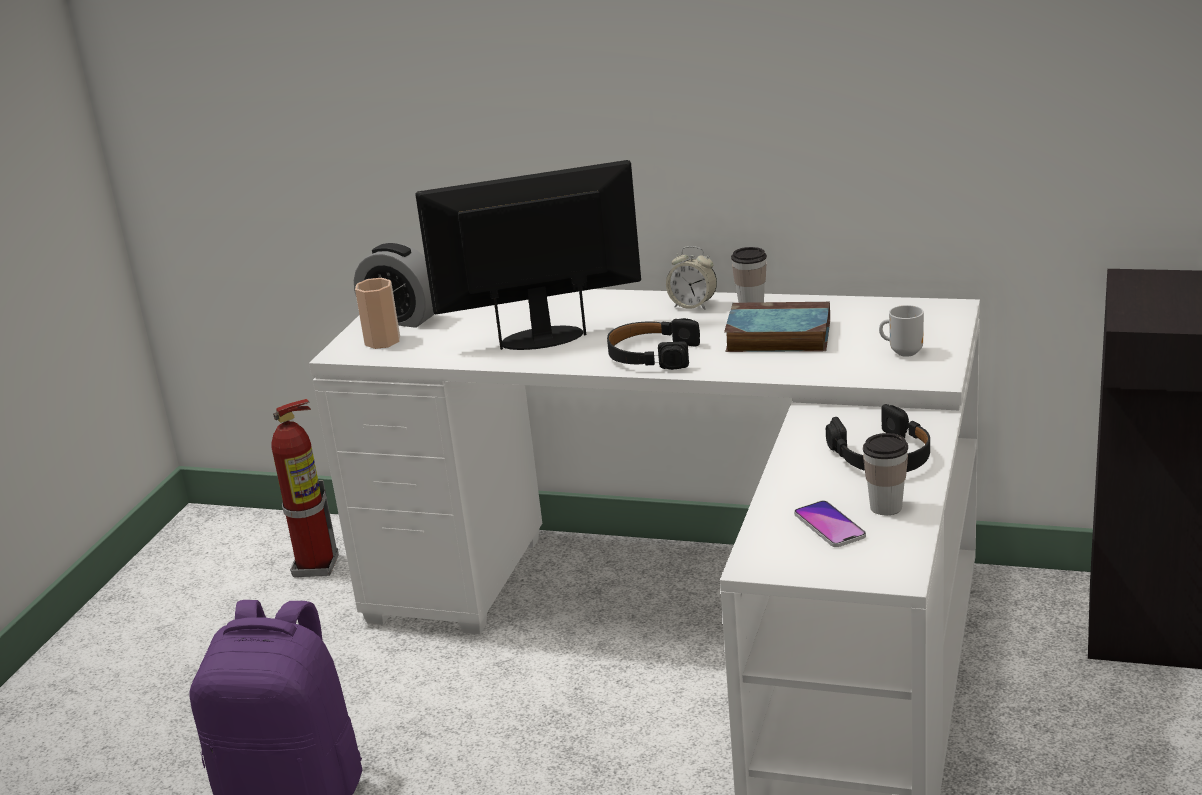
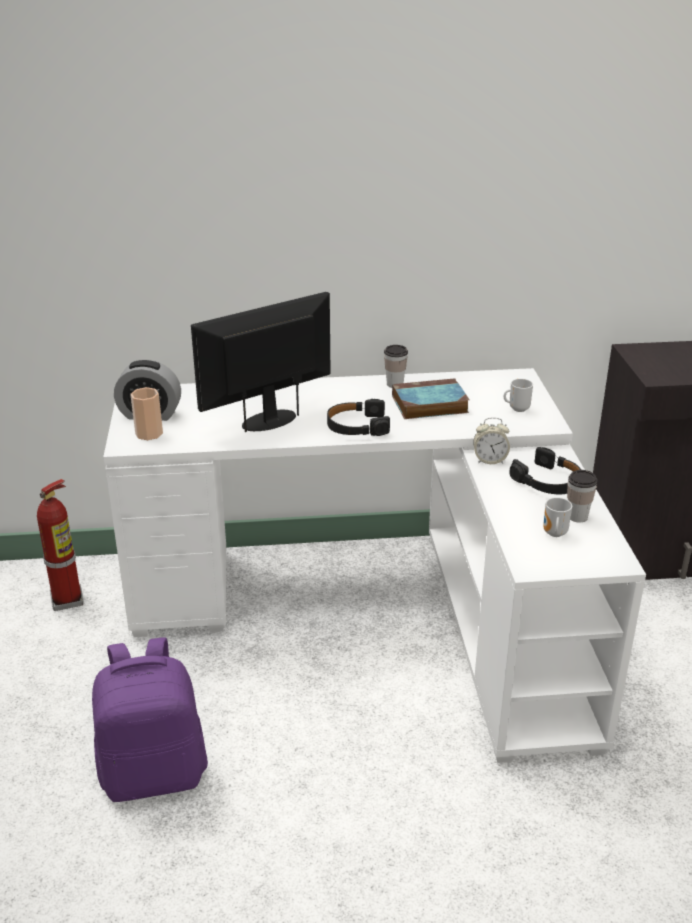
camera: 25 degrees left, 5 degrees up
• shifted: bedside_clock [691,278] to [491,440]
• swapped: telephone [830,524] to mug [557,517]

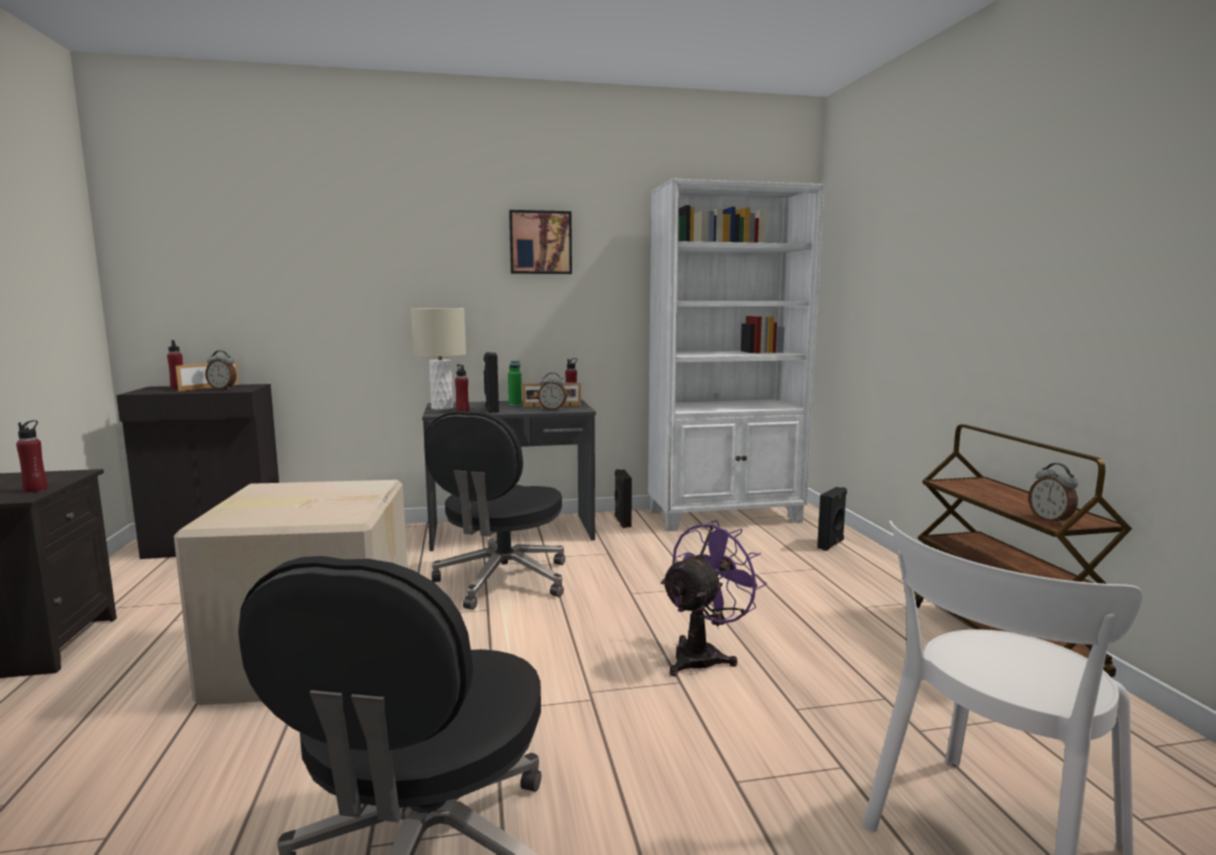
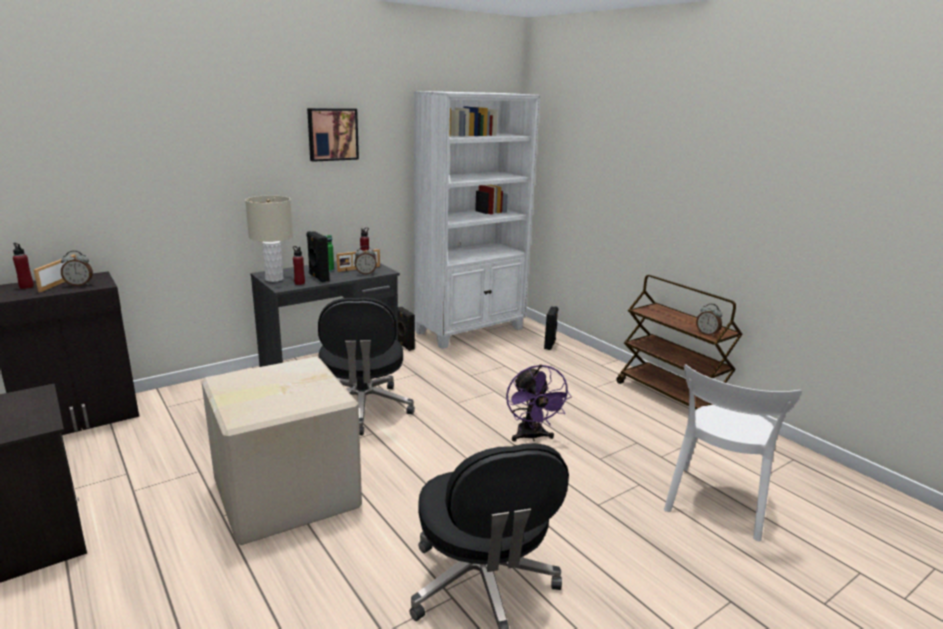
camera: 25 degrees left, 10 degrees up
• gone: reddish_beverage_bottle [32,456]
• rotated: purplish_fan [714,598] = [539,403] 150 degrees clockwise

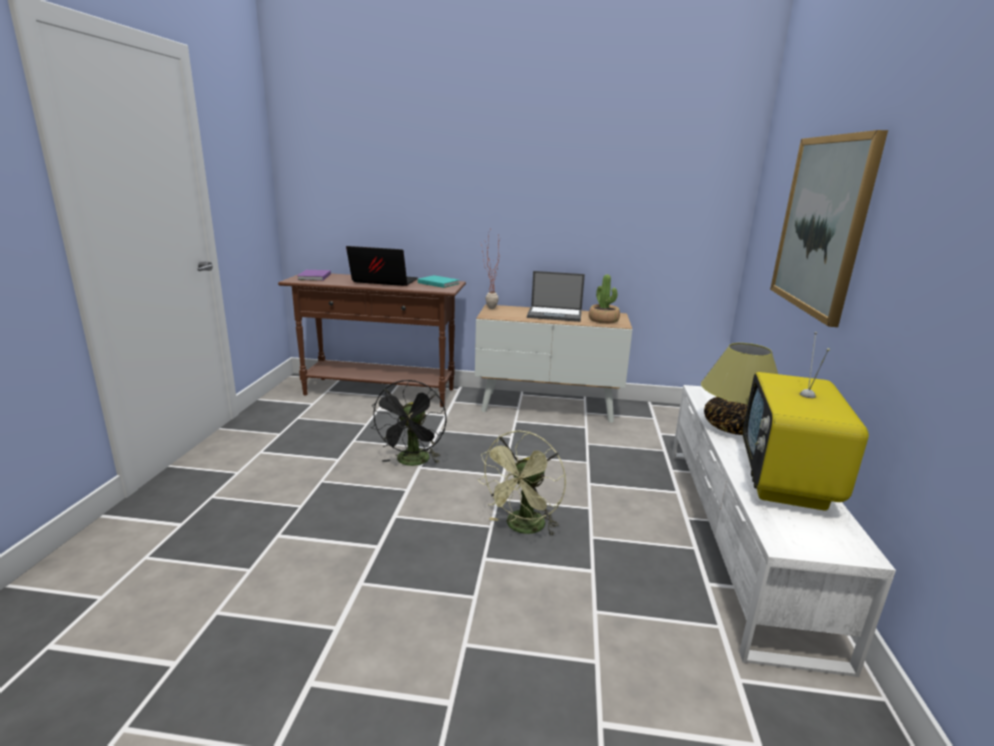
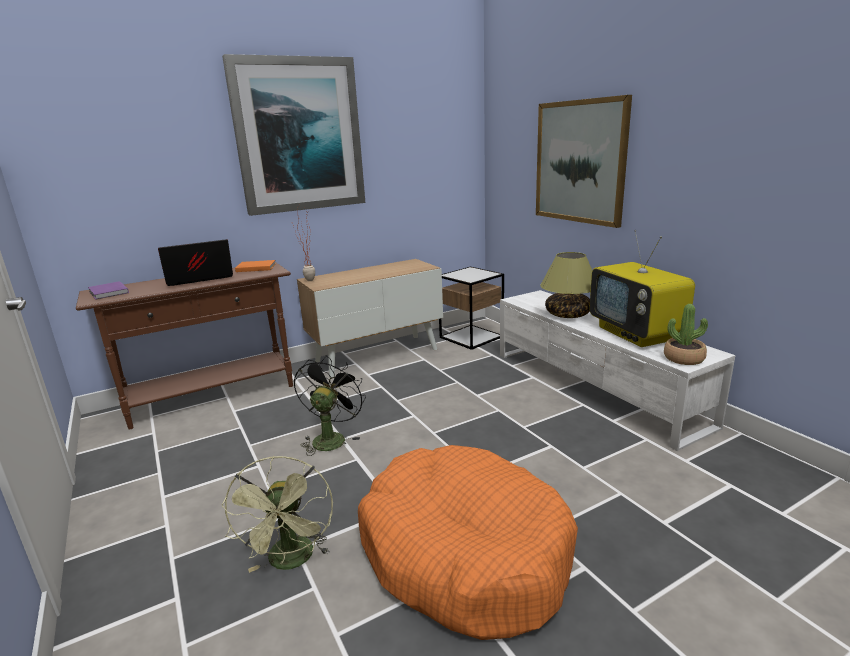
camera: 35 degrees left, 0 degrees up
• gone: laptop [556,296]
• shifted: houseplant [604,299] to [686,334]
• repainted: turquoise_book [438,281] to orange-coloured_book [255,266]
• rotated: black_fan [408,423] = [330,405] 135 degrees counterclockwise
• shifted: greenish_fan [521,483] to [277,514]
• new: wall_picture [293,135]
• new: accent_table [471,308]
• new: orange-coloured_dog_cushion [468,542]

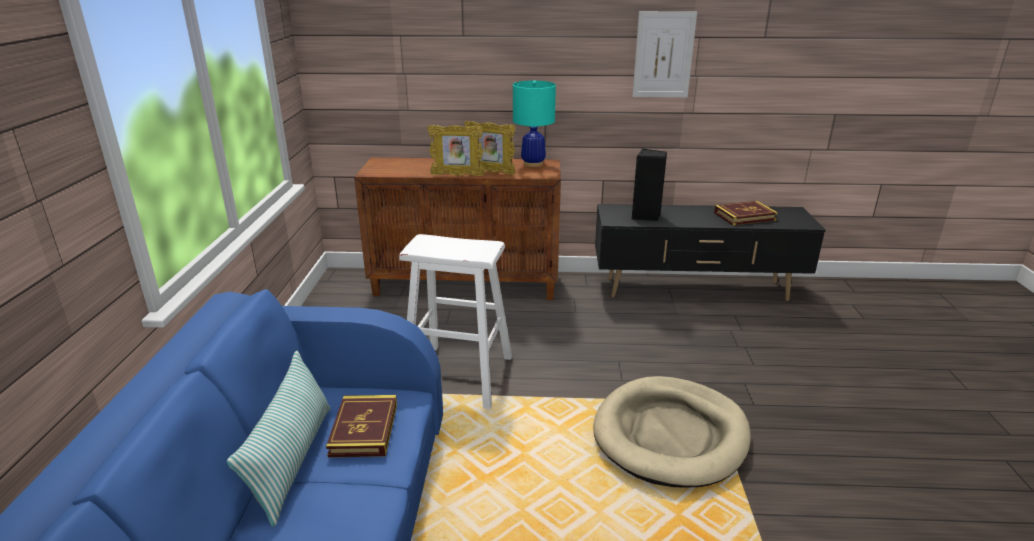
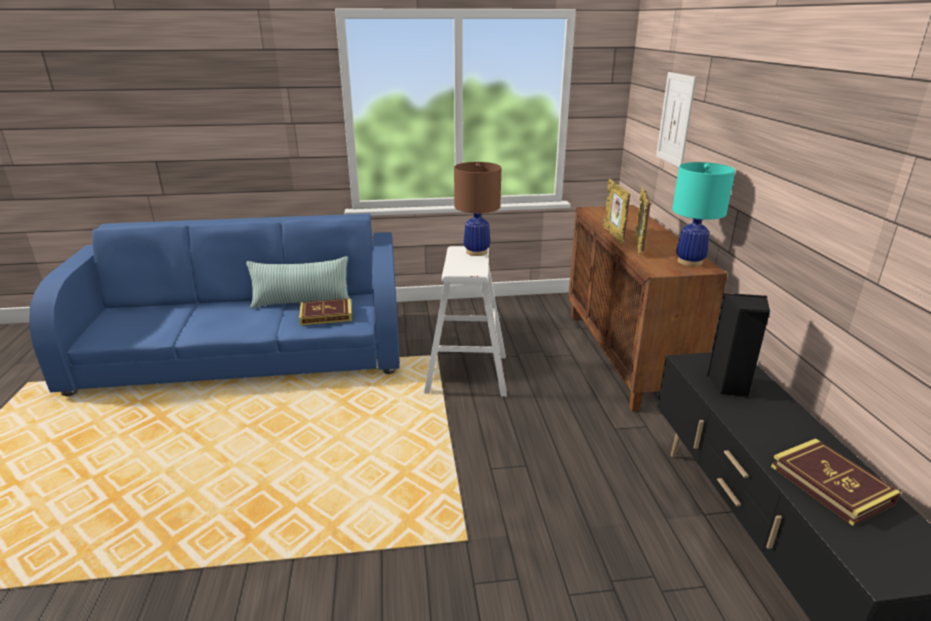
camera: 80 degrees right, 0 degrees up
• shifted: wall_picture [664,54] to [676,119]
• gone: beige_dog_cushion [671,432]
• new: brown_lamp_for_a_table [477,209]

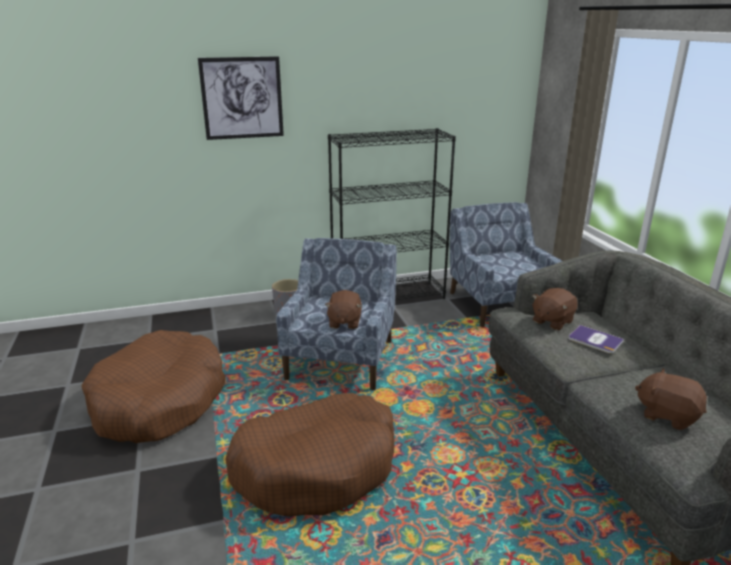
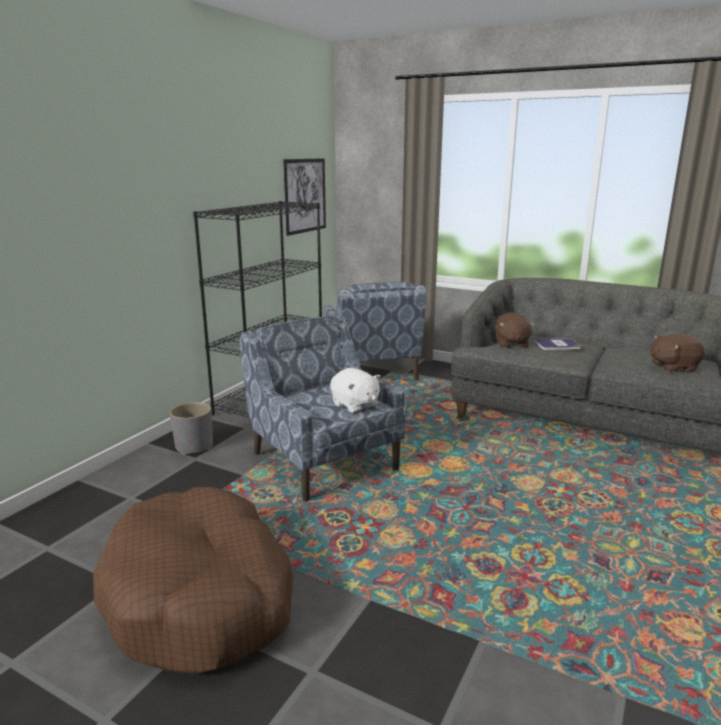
camera: 45 degrees left, 5 degrees down
• shifted: wall_picture [241,98] to [304,197]
• rotated: blue_armchair [506,264] = [375,331] 135 degrees counterclockwise
• repainted: brown_cuddly_toy [343,309] to white_cuddly_toy [355,390]
• gone: brown_dog_cushion [309,455]

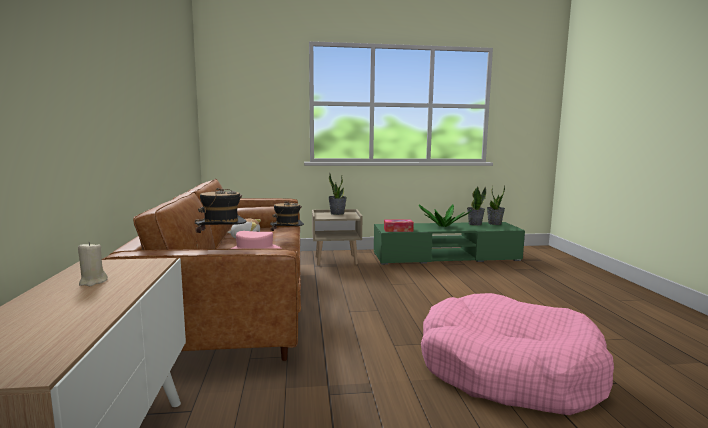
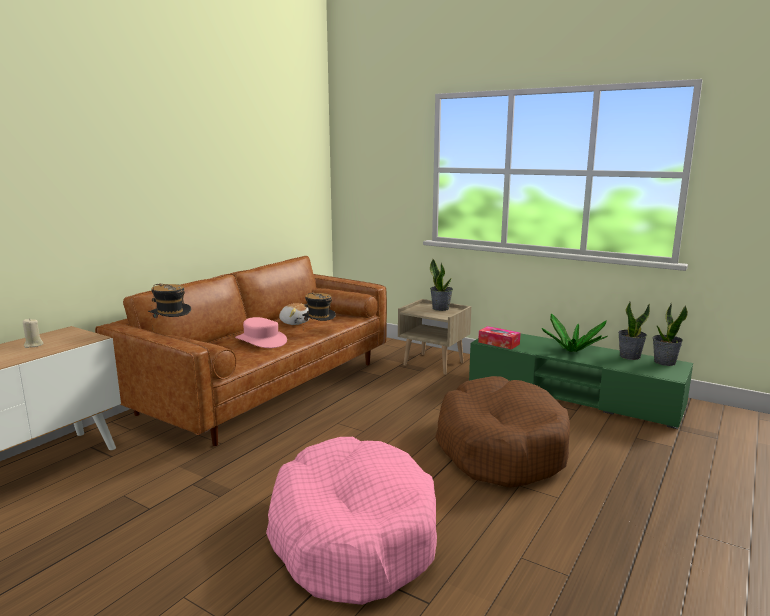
camera: 40 degrees right, 5 degrees up
• new: brown_dog_cushion [502,432]

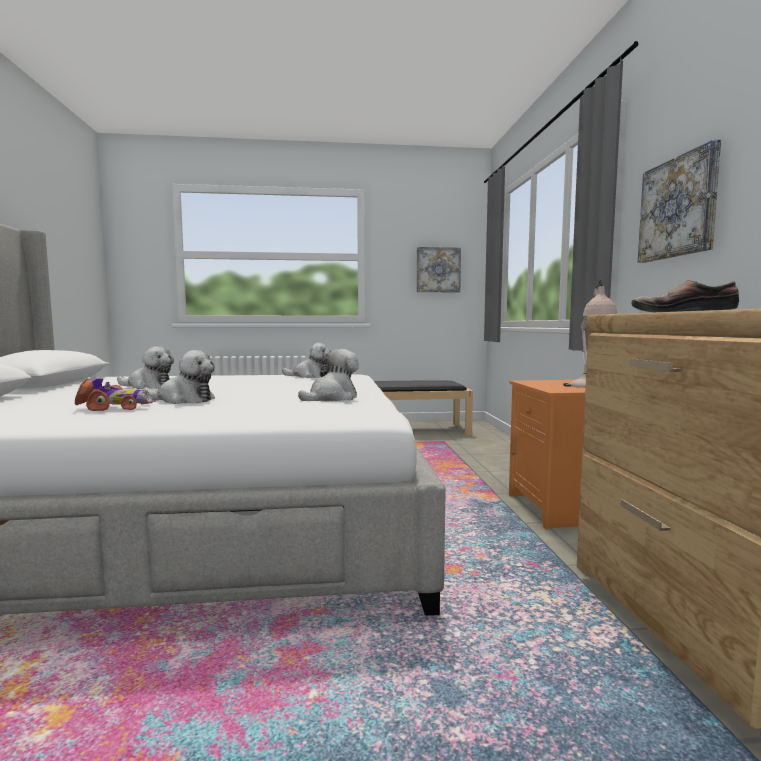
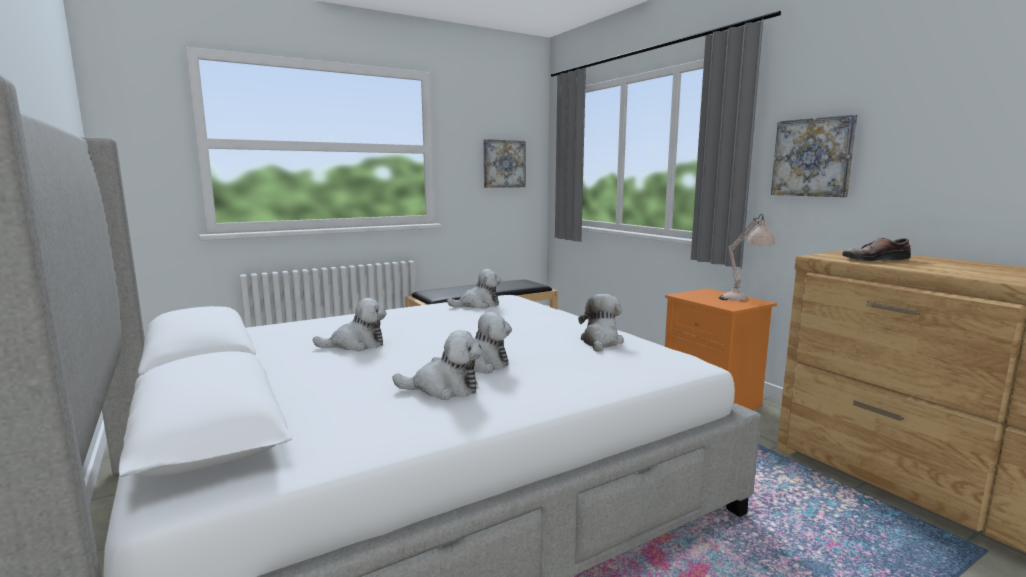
camera: 25 degrees left, 5 degrees up
• swapped: model_car [115,395] to cuddly_toy [437,365]

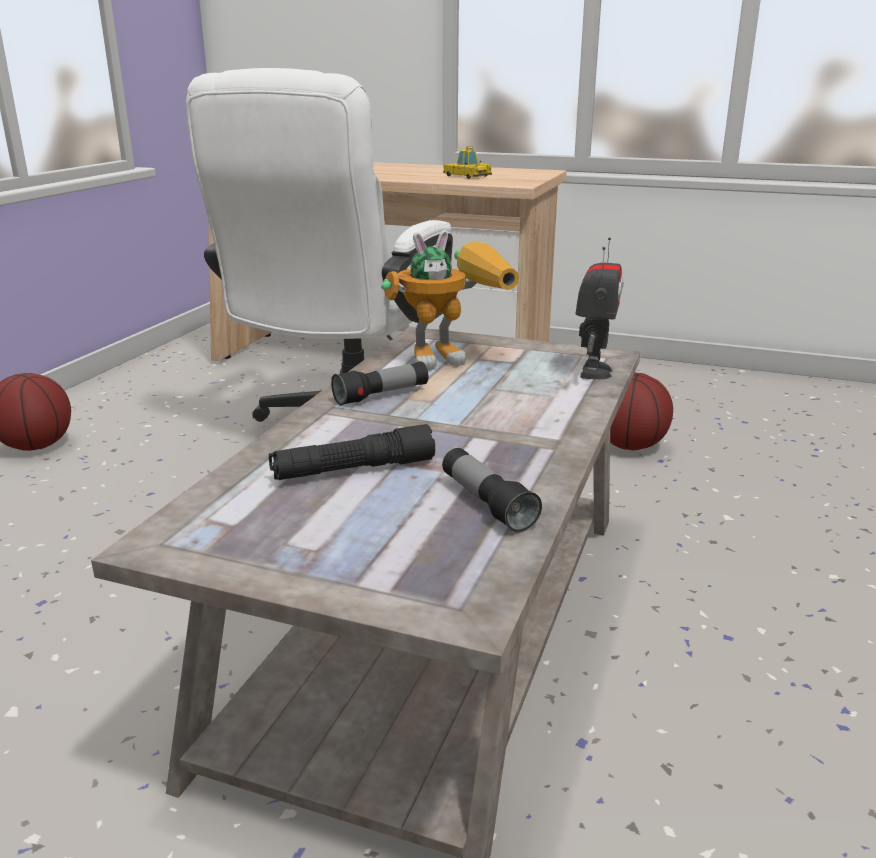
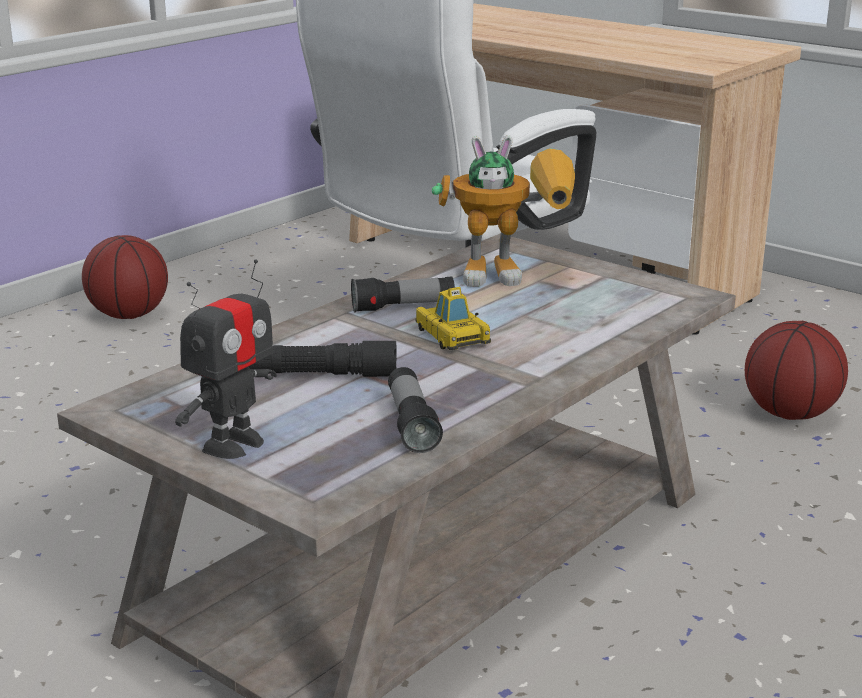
camera: 20 degrees right, 0 degrees up
• shifted: model_car [467,162] to [453,318]
• shifted: model_robot [599,308] to [226,359]

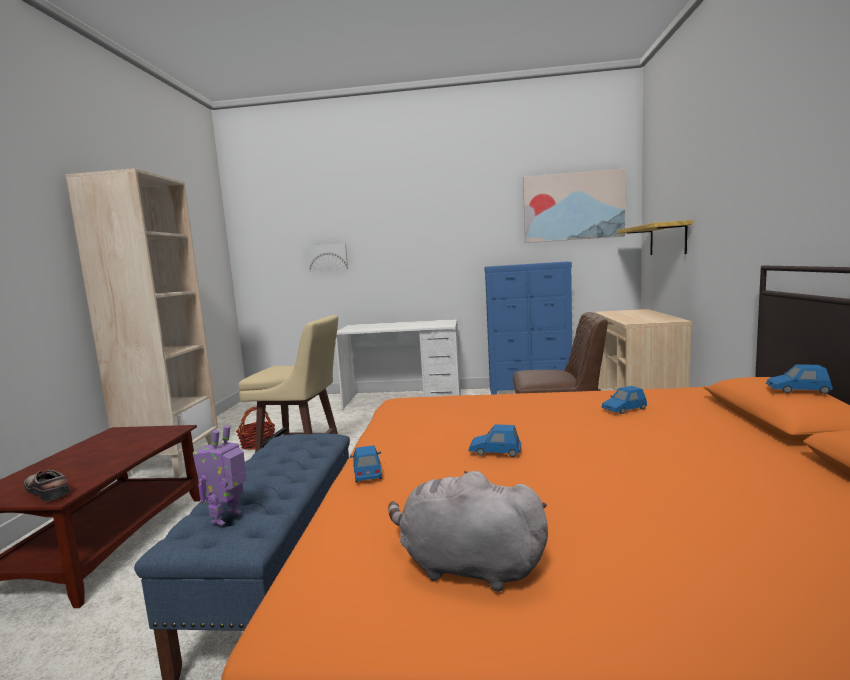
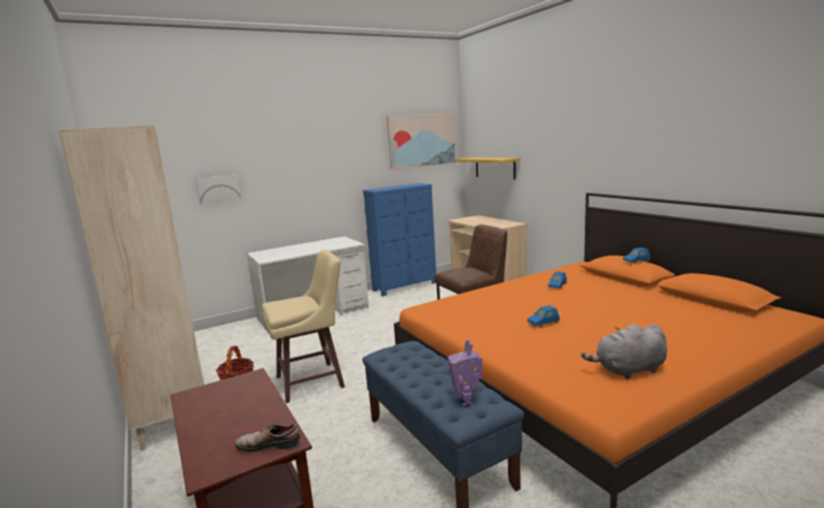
camera: 35 degrees left, 5 degrees up
• gone: blue_model_car [366,463]

